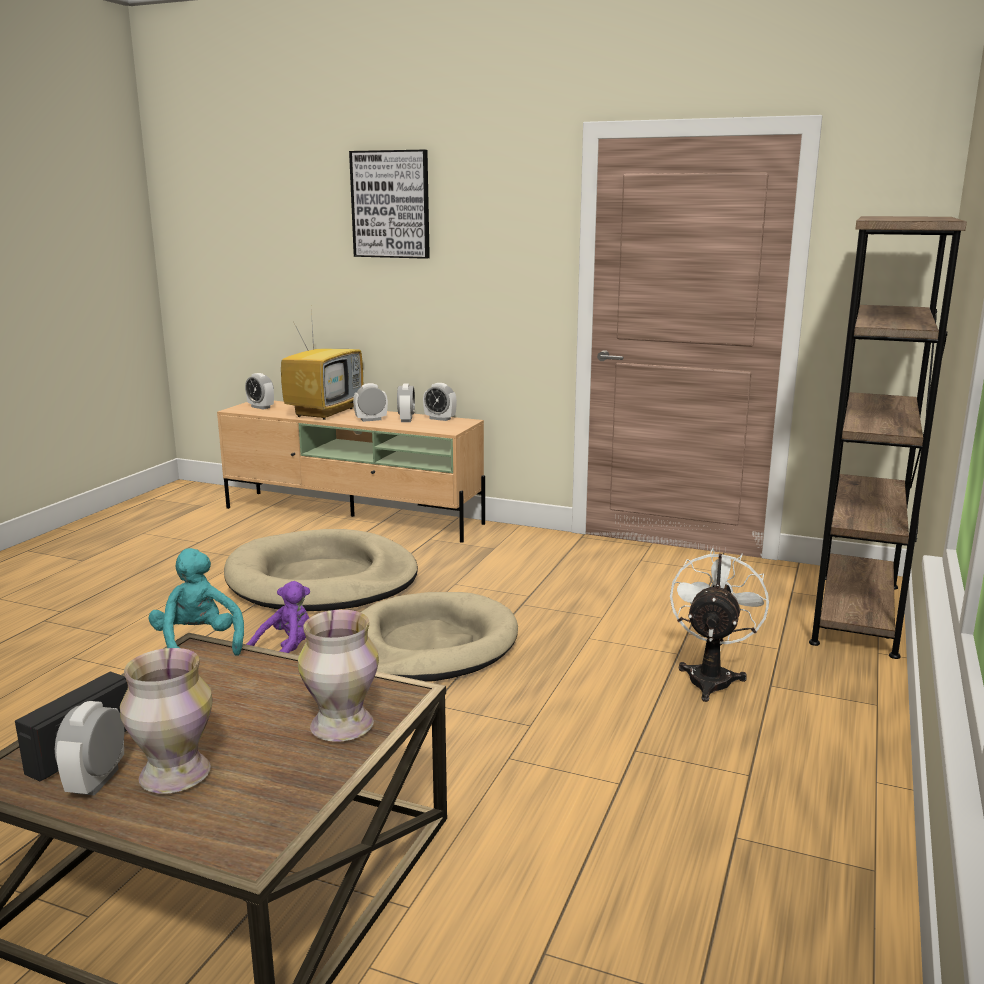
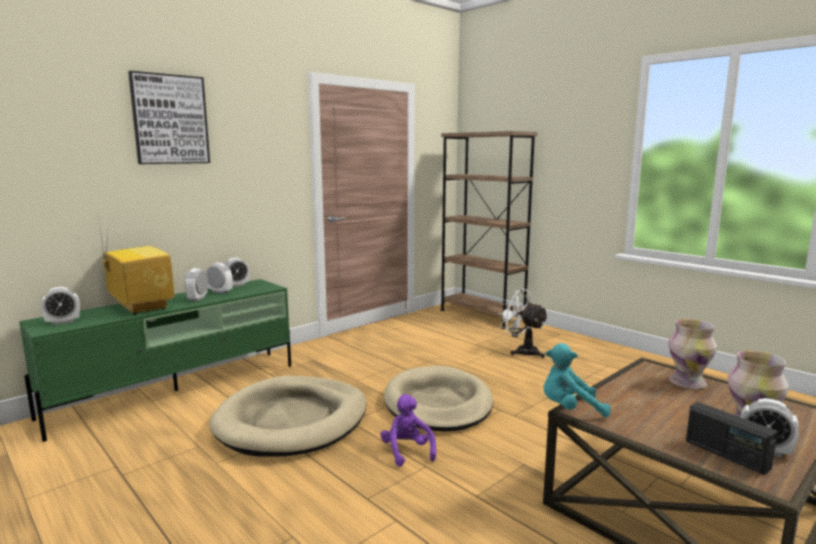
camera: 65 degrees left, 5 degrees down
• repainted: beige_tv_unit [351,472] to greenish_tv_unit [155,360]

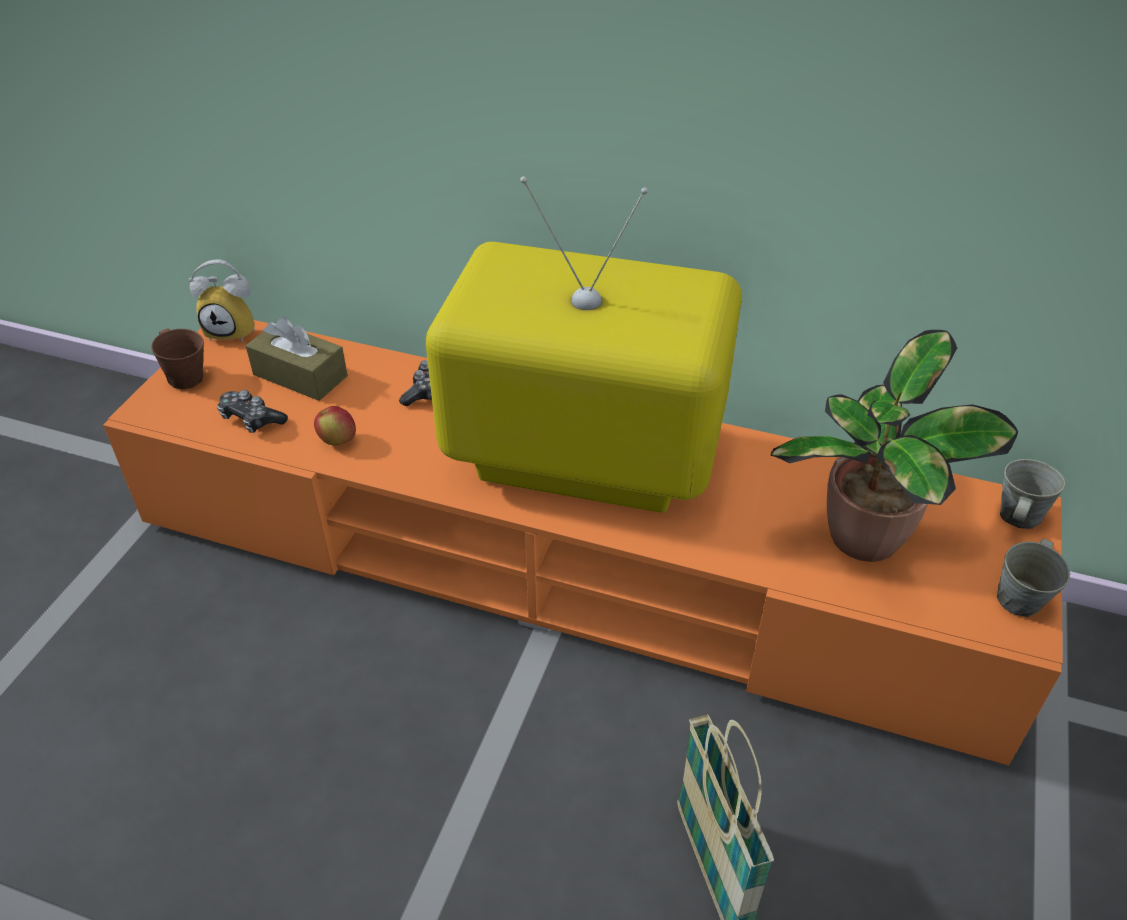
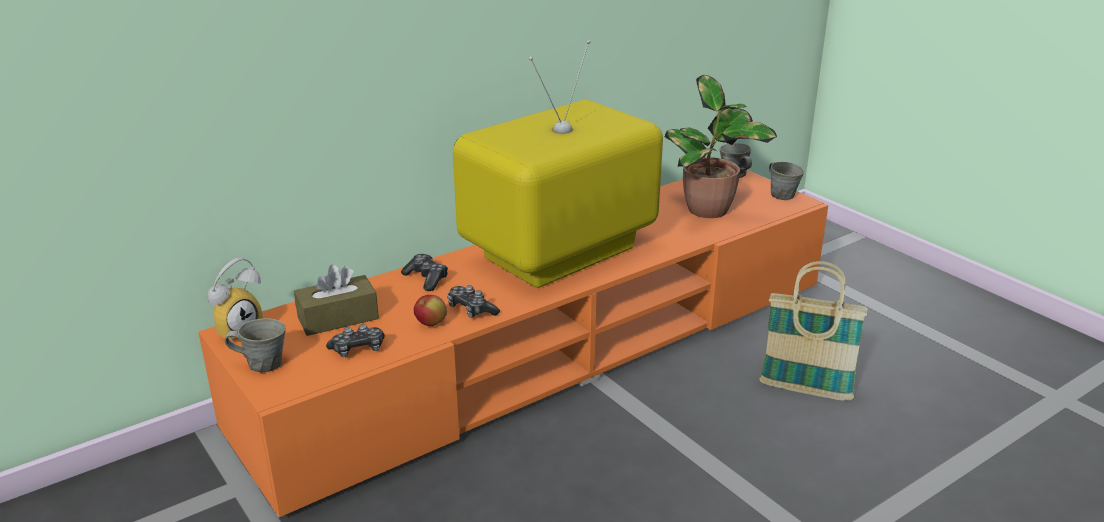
camera: 55 degrees left, 15 degrees down
• repainted: brown_mug [177,359] to gray_mug [255,345]
• new: joypad [473,301]

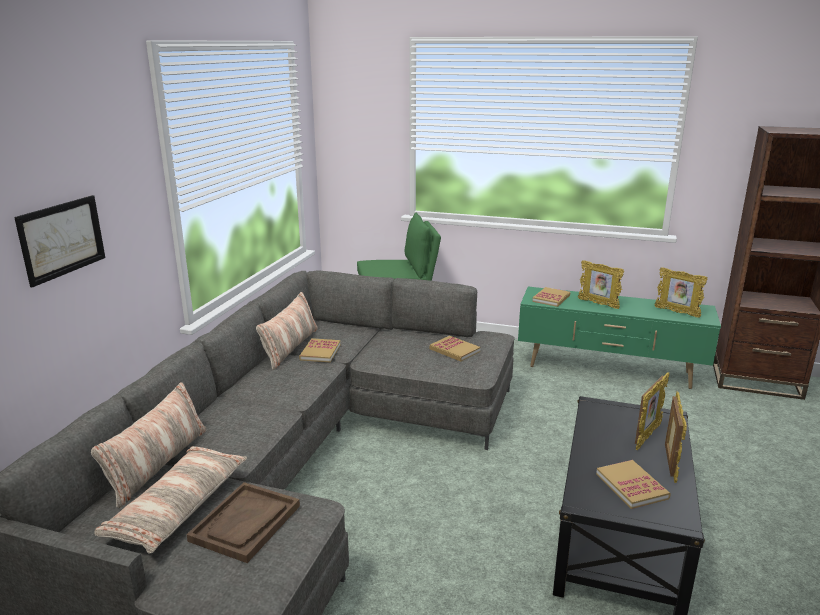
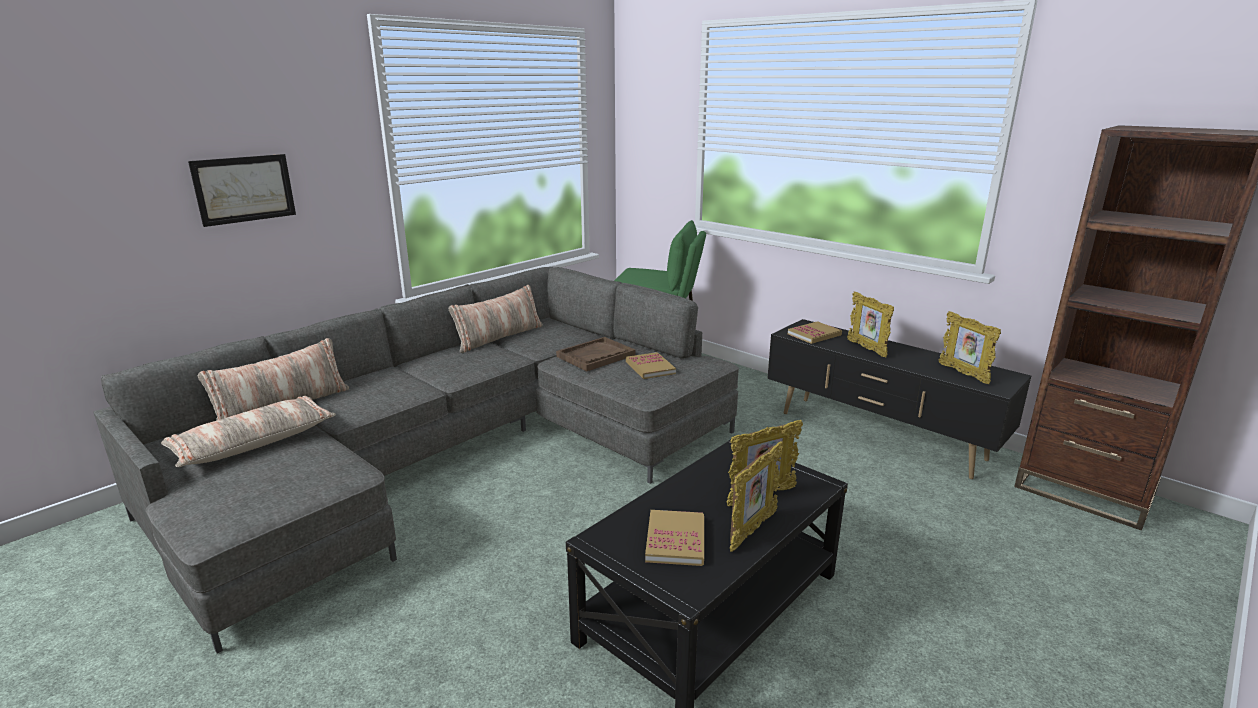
camera: 25 degrees right, 0 degrees up
• repainted: greenish_tv_unit [619,338] to black_tv_unit [899,399]
• gone: book [320,350]
• shifted: brown_serving_tray [243,522] to [596,354]

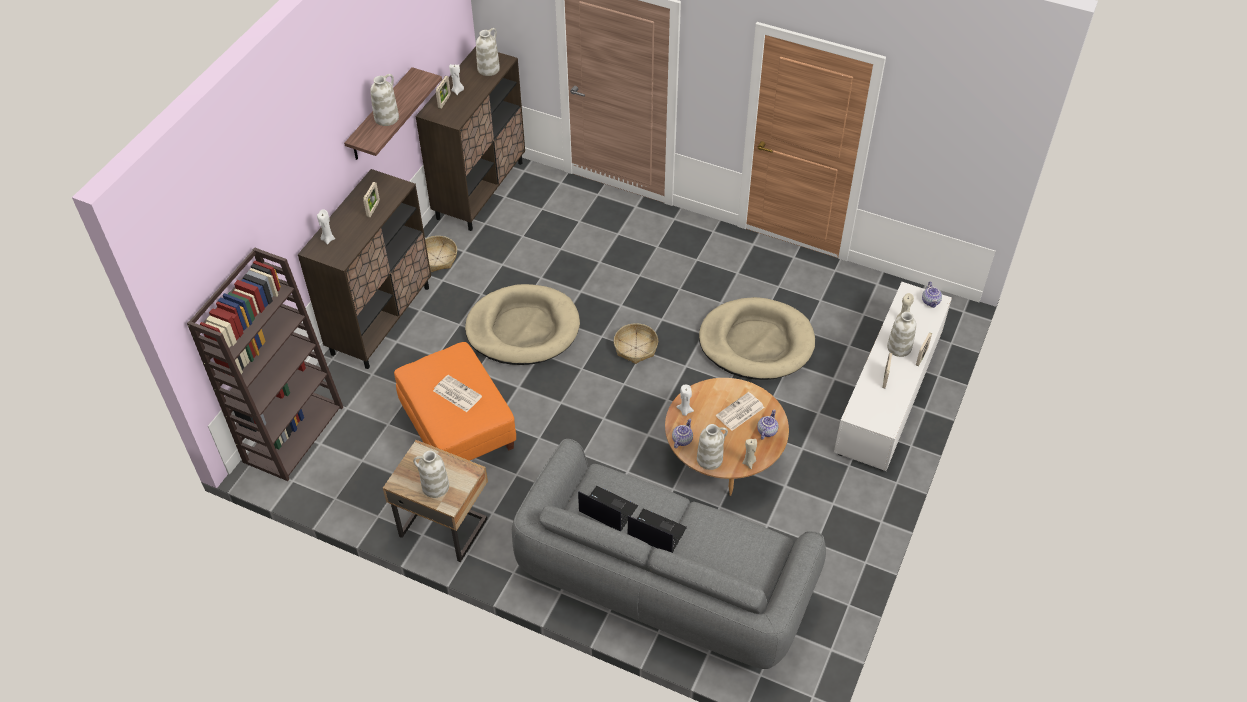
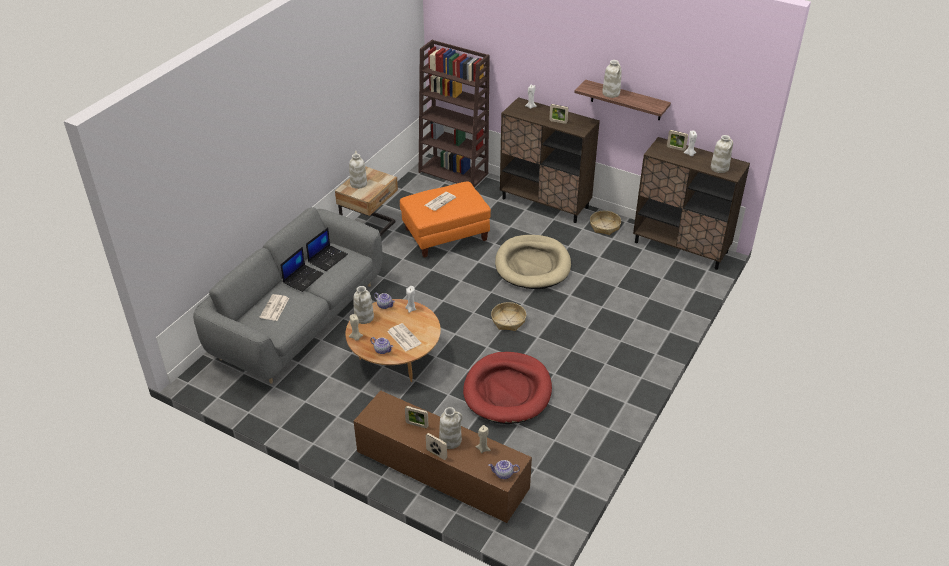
camera: 95 degrees right, 10 degrees down
• repainted: white_tv_unit [893,376] to brown_tv_unit [443,456]
• repainted: beige_dog_cushion [757,338] to reddish_dog_cushion [507,388]
• new: daily_paper [274,307]

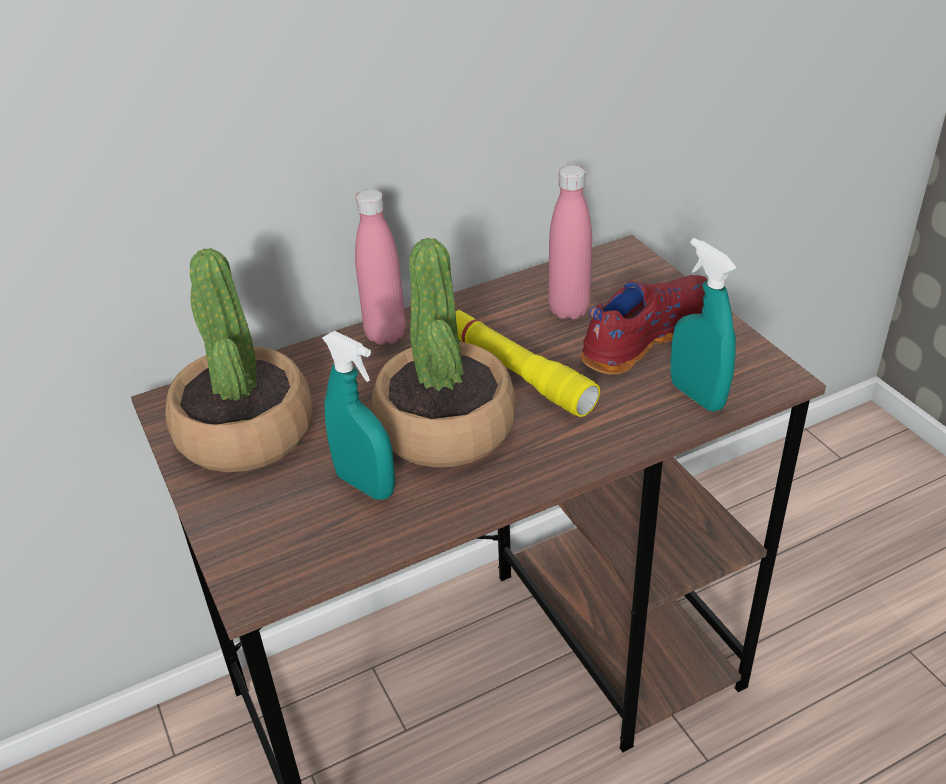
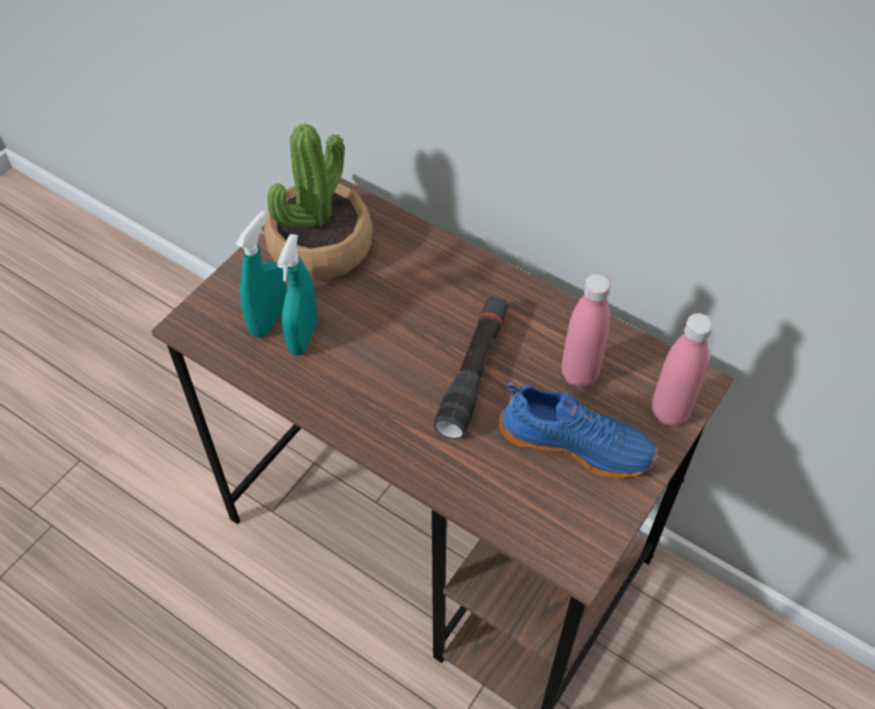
camera: 60 degrees right, 15 degrees up
• shifted: pink-coloured_beverage_bottle [380,267] to [682,370]
• gone: houseplant [444,352]
• shifted: turquoise_sprayer [704,325] to [261,274]
• repainted: reddish_low_shoe [644,325] to blue_low_shoe [578,429]
• repainted: yellowish_flashlight [527,363] to black_flashlight [471,367]

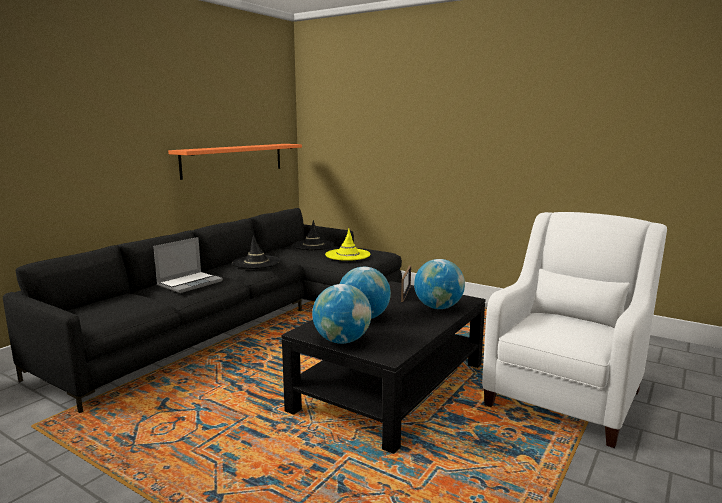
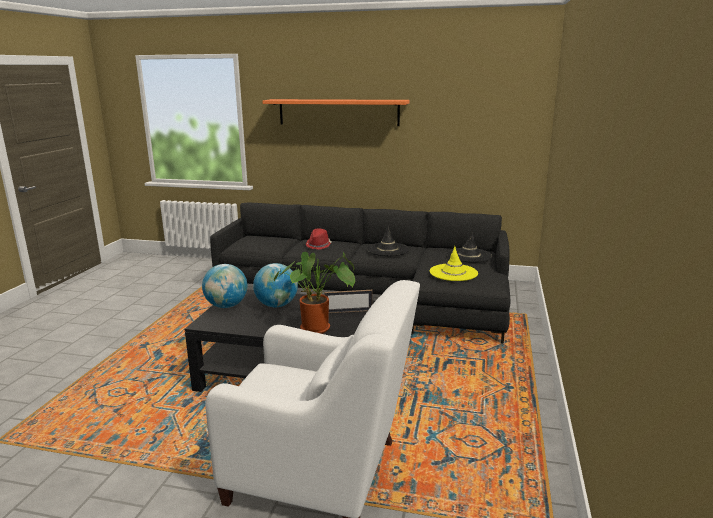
camera: 70 degrees right, 5 degrees up
• shifted: orange-coloured_shelf [235,162] to [336,112]
• swapped: laptop [188,265] to reddish_wearable_hat [319,239]
• swapped: world_globe [439,284] to houseplant [314,293]

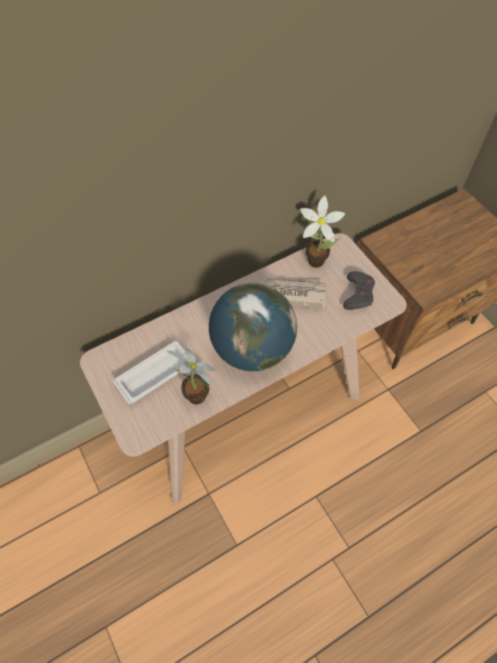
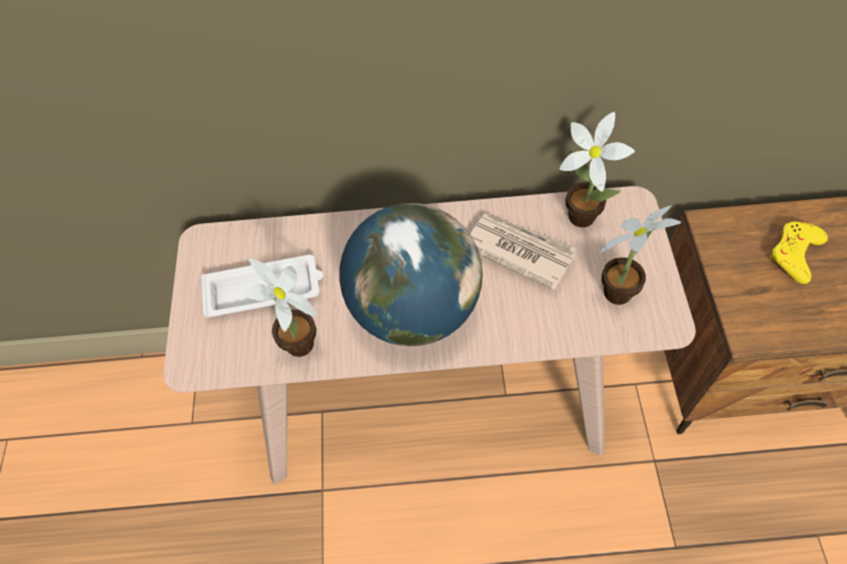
camera: 30 degrees right, 0 degrees up
• swapped: gray_joypad [359,290] to houseplant [640,255]
• new: yellowish_joypad [799,252]

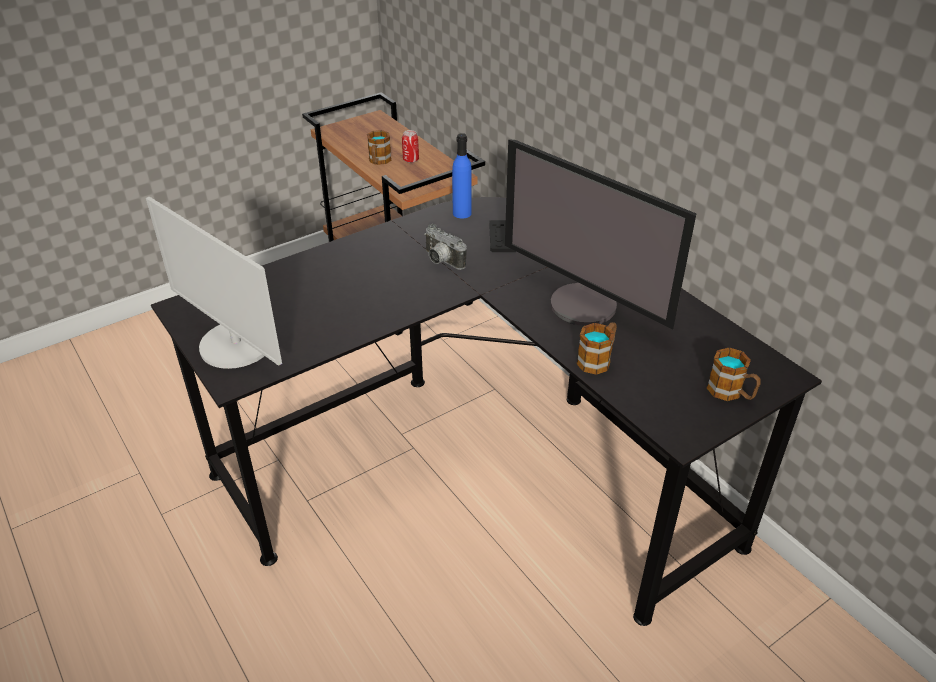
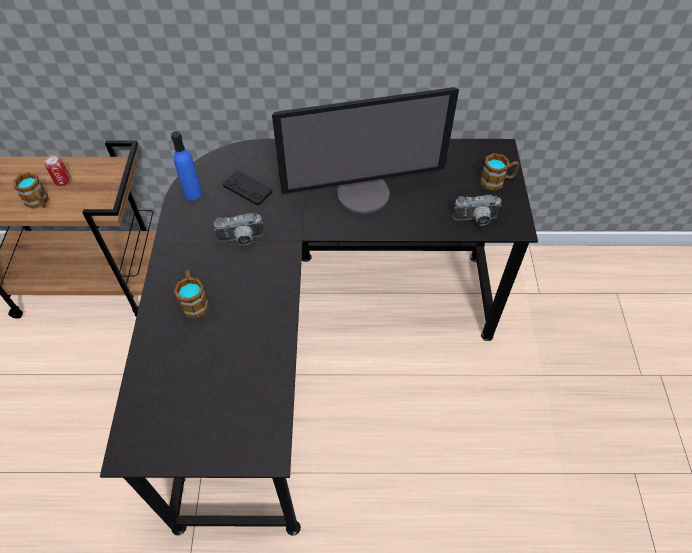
camera: 55 degrees left, 15 degrees up
• gone: computer_screen [214,283]
• shifted: mug [597,348] to [191,294]
• new: still_camera [477,210]

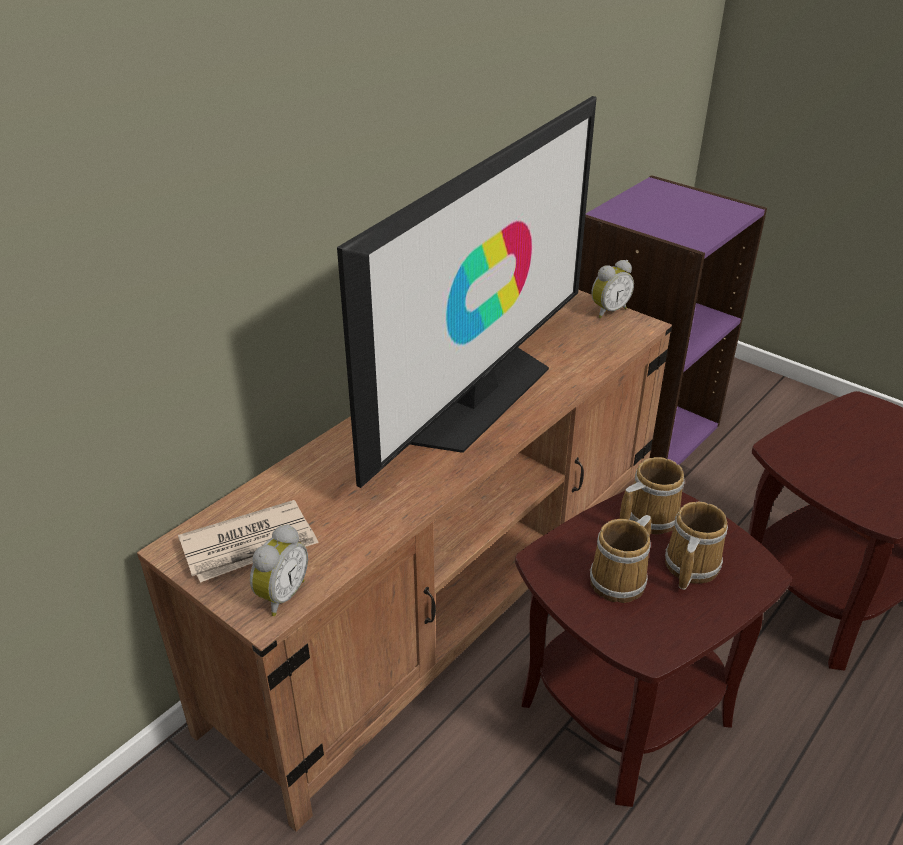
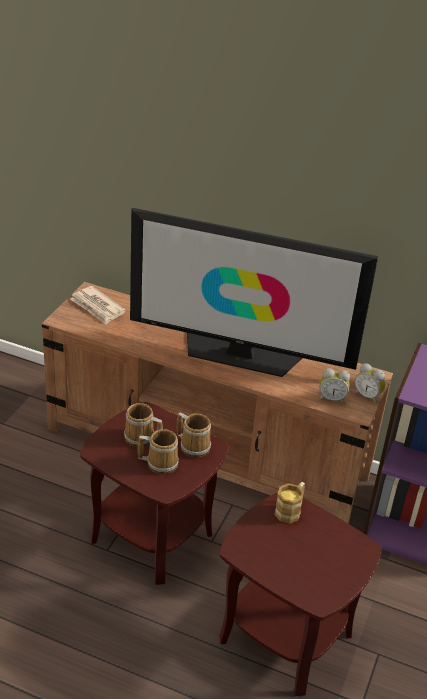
camera: 70 degrees right, 0 degrees up
• shifted: bedside_clock [279,570] to [334,386]
• new: mug [289,503]

